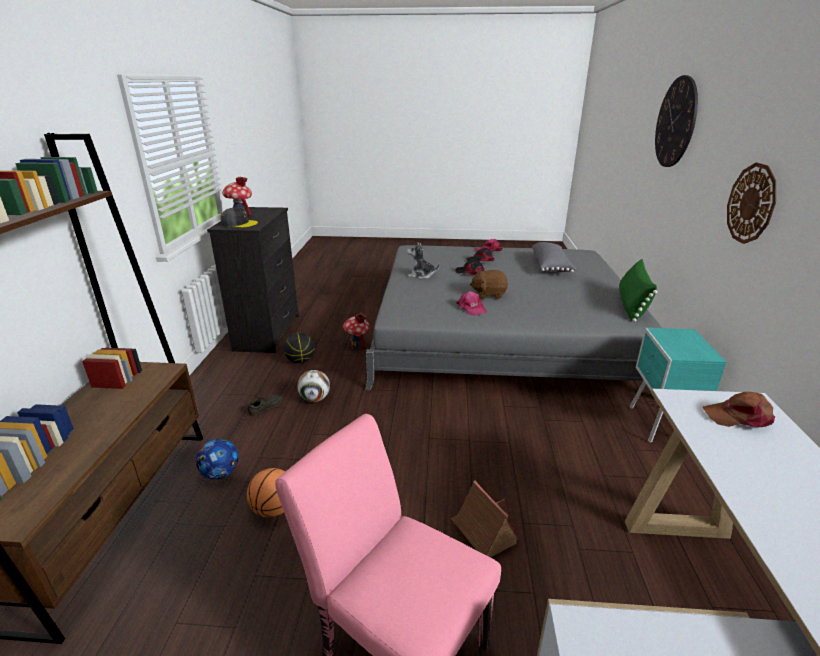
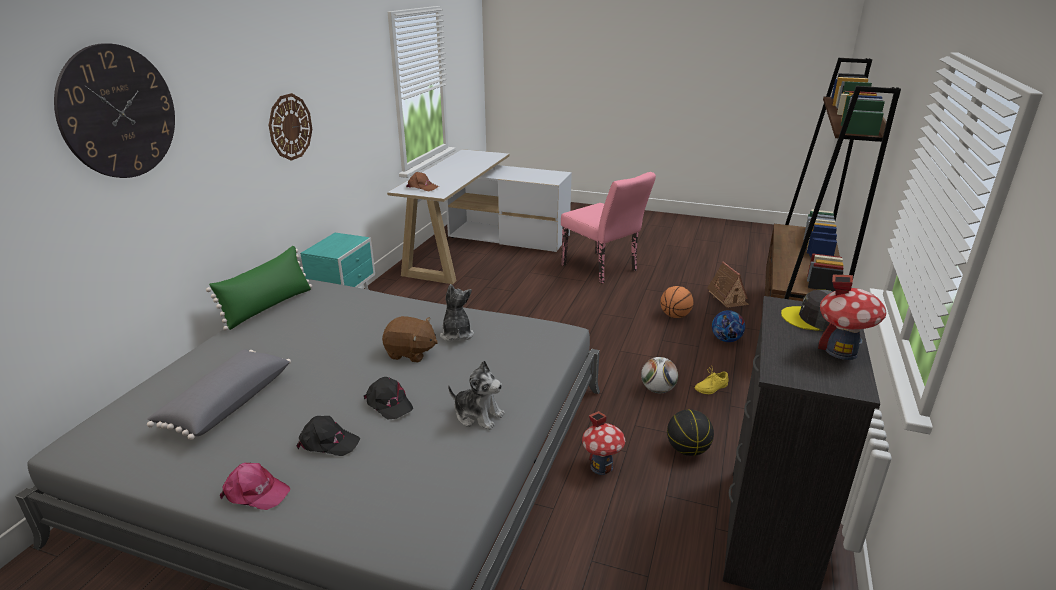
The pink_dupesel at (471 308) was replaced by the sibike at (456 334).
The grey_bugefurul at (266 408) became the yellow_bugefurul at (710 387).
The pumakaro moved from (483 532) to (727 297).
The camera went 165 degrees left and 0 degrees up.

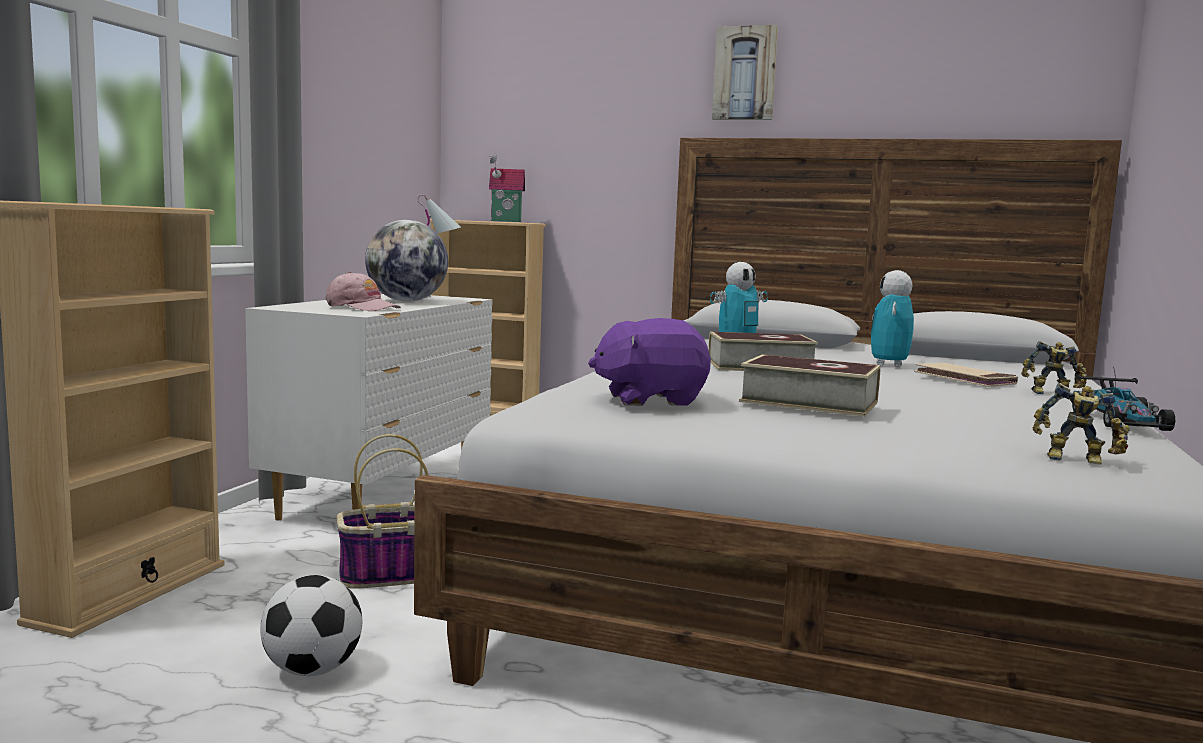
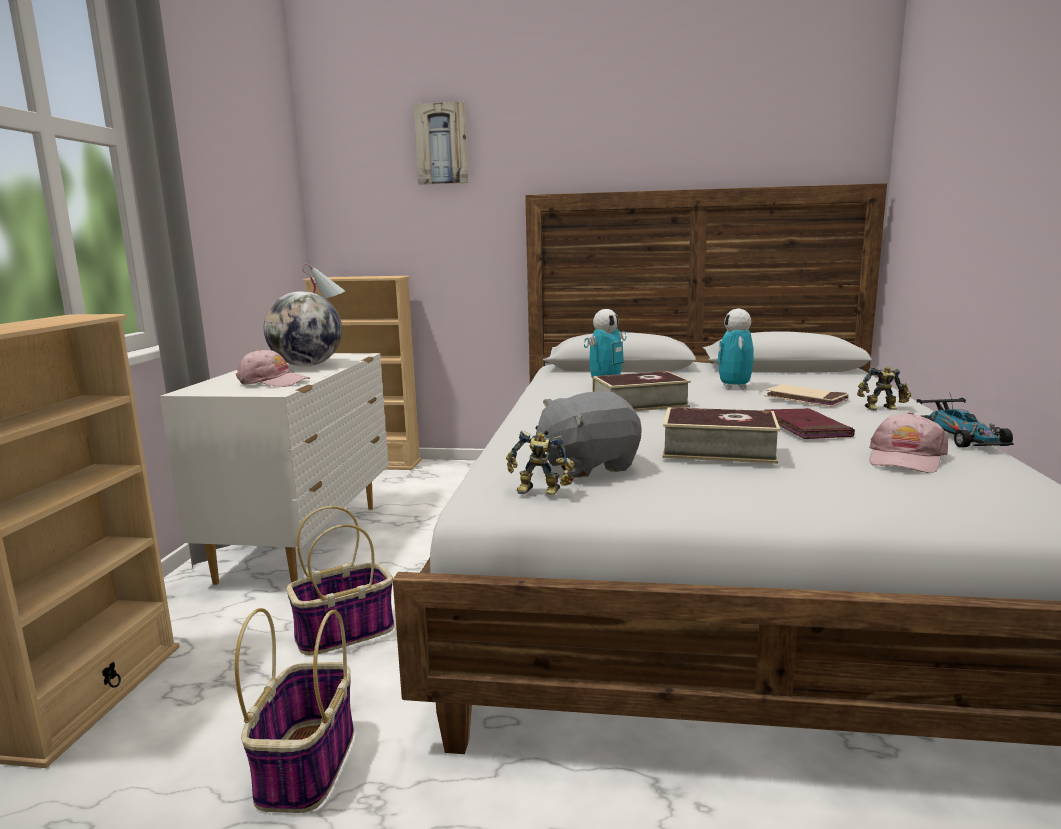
The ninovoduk moved from (745 74) to (442 144).
The pumakaro at (505 221) disappeared.
The purple_sibike at (650 400) became the grey_sibike at (587 466).
The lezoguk moved from (1076 460) to (539 492).
The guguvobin at (312 670) was replaced by the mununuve at (306 764).
The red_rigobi at (806 428) appeared.
The pink_dupesel at (905 458) appeared.
The camera went 10 degrees left and 5 degrees up.

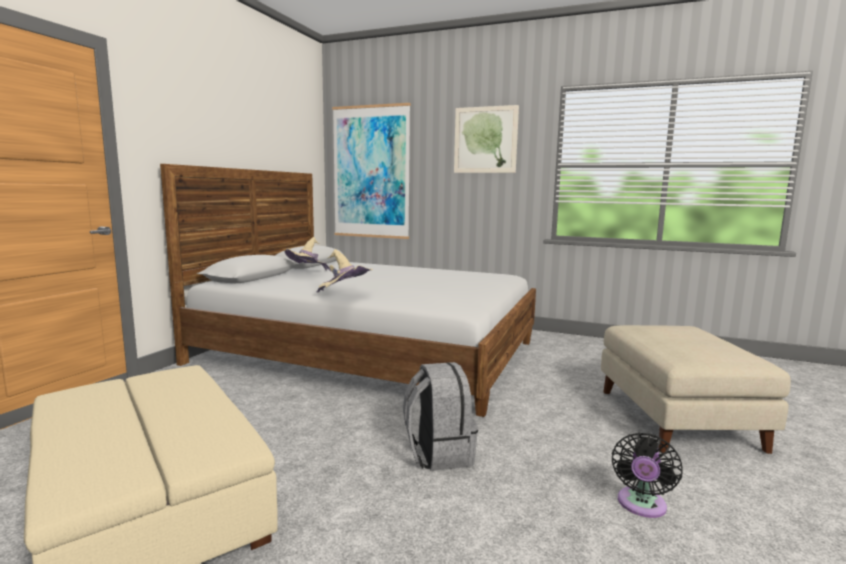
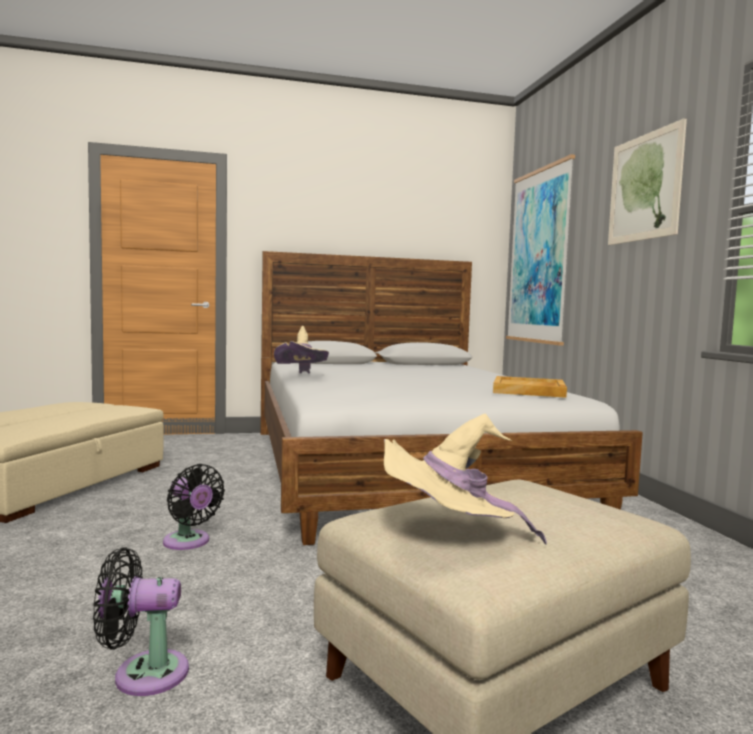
The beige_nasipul moved from (308 274) to (450 536).
The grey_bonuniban at (438 453) was replaced by the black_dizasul at (189 542).
The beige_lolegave at (529 390) appeared.
The camera went 55 degrees right and 5 degrees down.

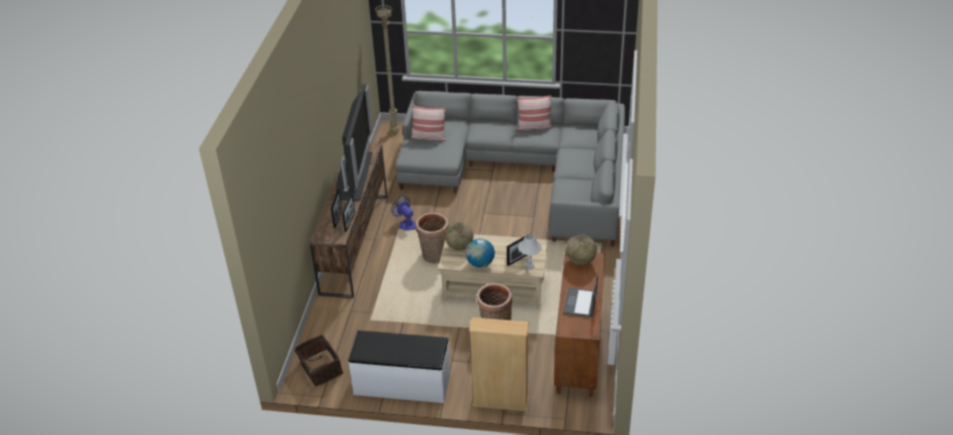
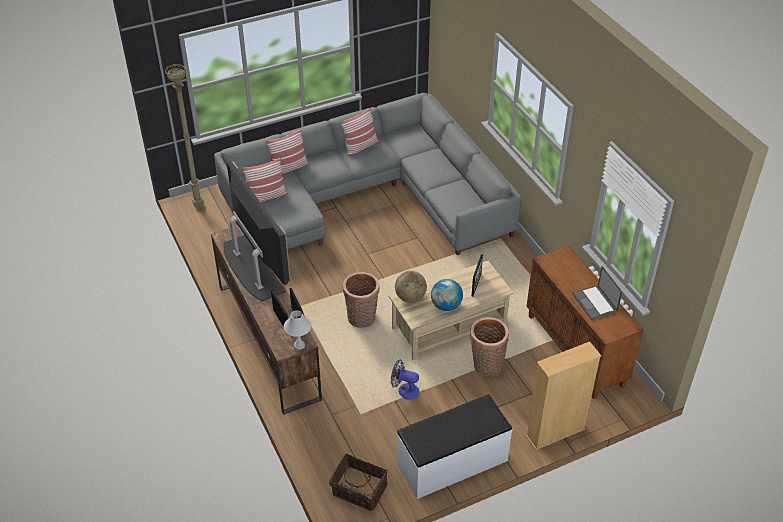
The dizasul moved from (406 224) to (404 390).
The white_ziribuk moved from (529 265) to (299 345).
The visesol at (580 261) disappeared.
The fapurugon at (289 168) appeared.
The camera went 35 degrees left and 5 degrees up.

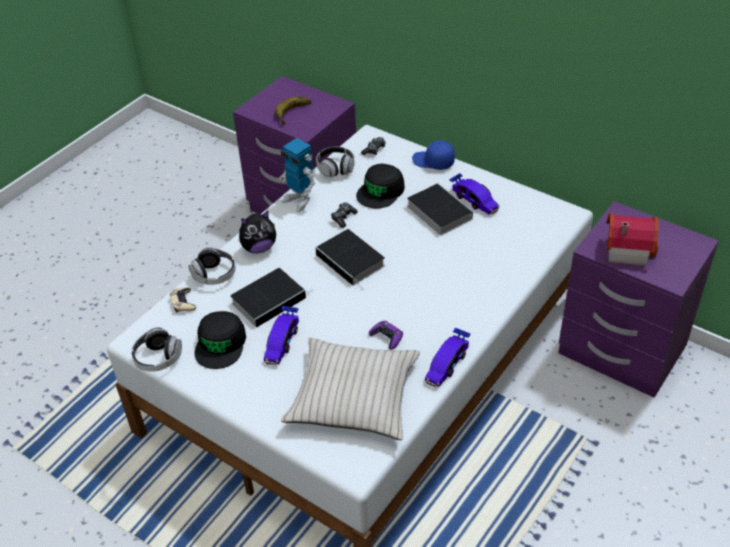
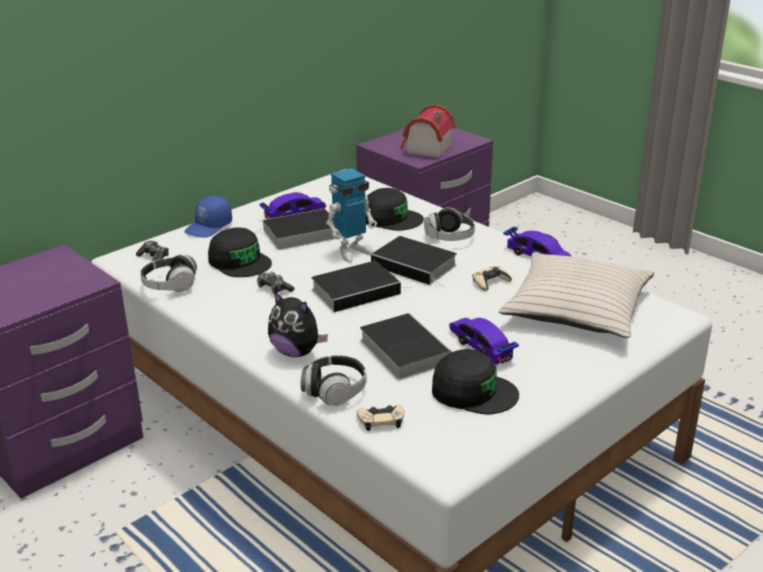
The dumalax at (295 113) disappeared.
The lezoguk moved from (299 200) to (352 252).
The sibike at (259 248) turned 135 degrees clockwise.
The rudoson at (282 341) turned 150 degrees counterclockwise.
The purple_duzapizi at (387 337) became the beige_duzapizi at (490 282).
The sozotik moved from (158 358) to (449 238).
The black_dupesel at (391 218) appeared.
The rigobi at (416 266) appeared.
The camera went 80 degrees left and 15 degrees down.

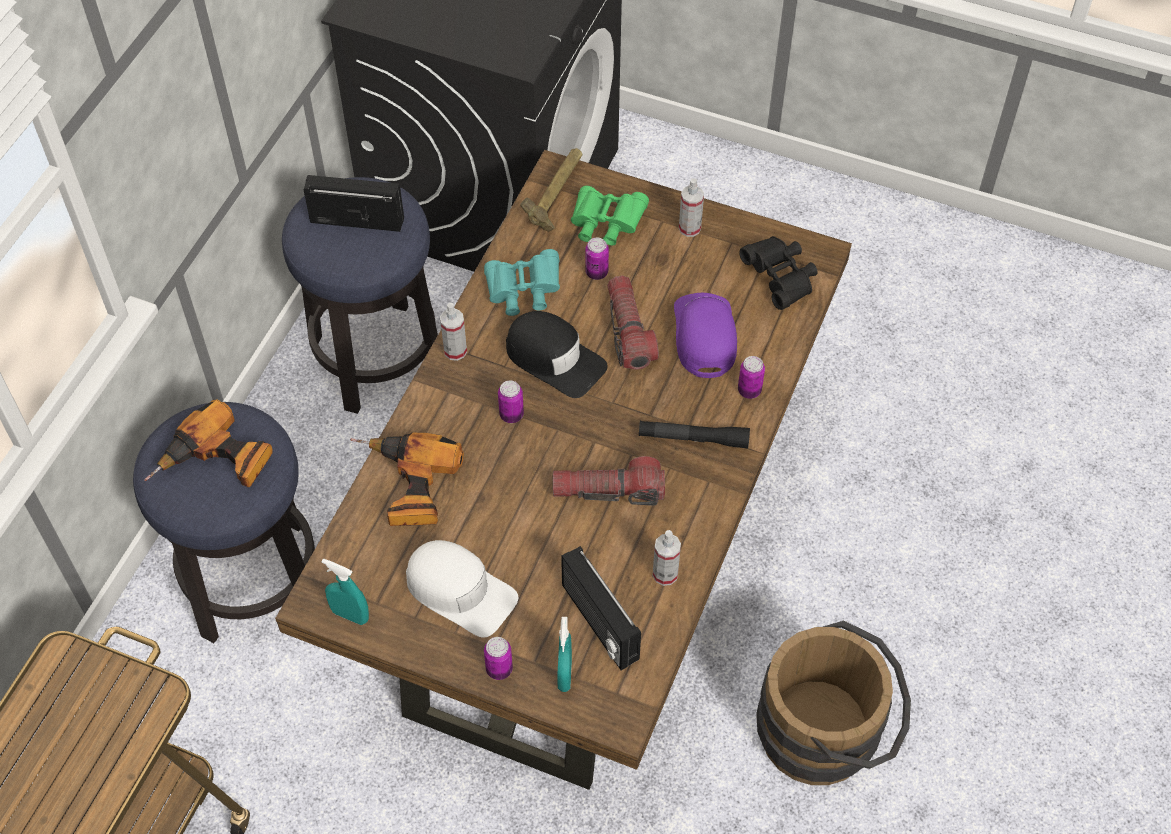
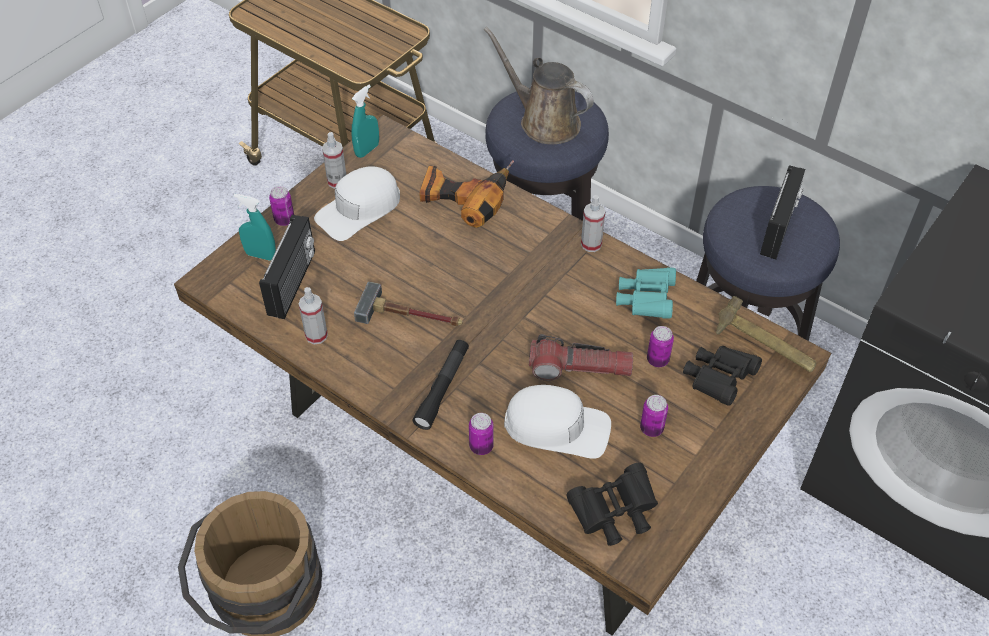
The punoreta moved from (689 228) to (337 181).
The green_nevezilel at (605 225) became the black_nevezilel at (718 380).
The purple_dupesel at (704 336) became the white_dupesel at (557 427).
The black_dupesel at (554 359) disappeared.
The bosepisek moved from (511 415) to (651 428).
The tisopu at (217 462) was replaced by the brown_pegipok at (544 121).
The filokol at (608 491) was replaced by the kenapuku at (411 316).
The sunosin at (598 623) turned 120 degrees clockwise.
The camera went 105 degrees right and 5 degrees down.

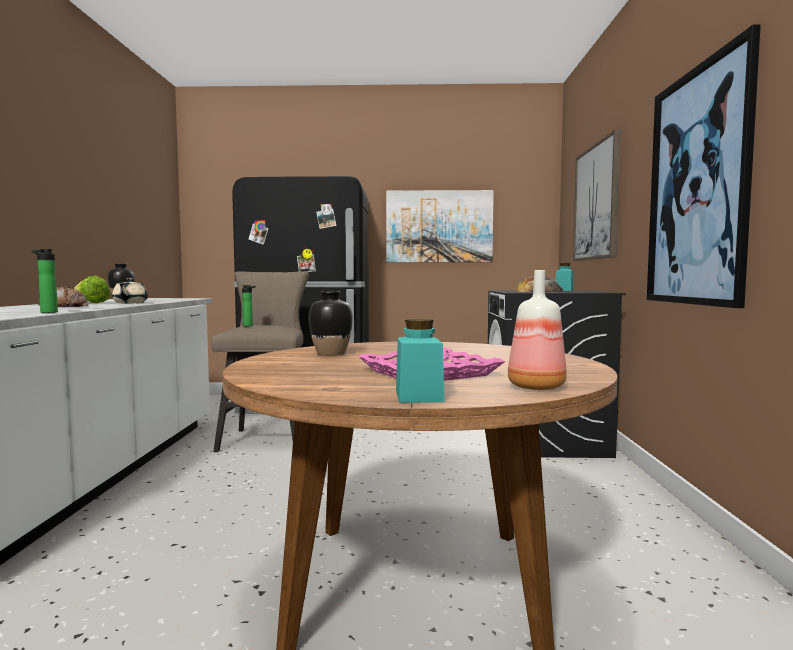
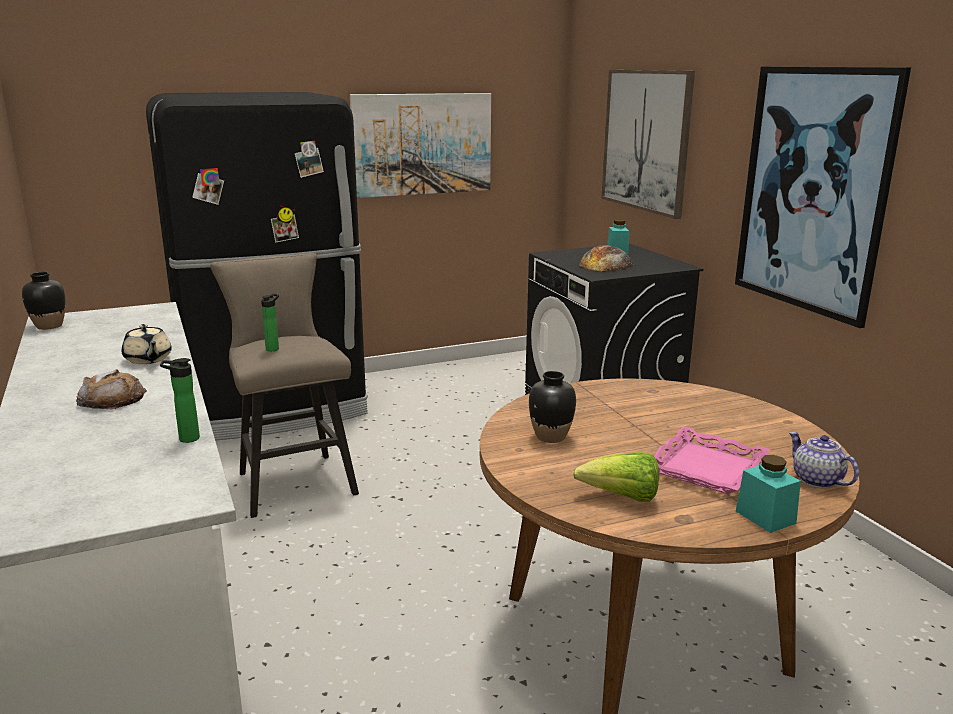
The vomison at (535 387) was replaced by the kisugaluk at (816 480).
The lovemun moved from (90 303) to (621 498).
The camera went 25 degrees left and 15 degrees up.

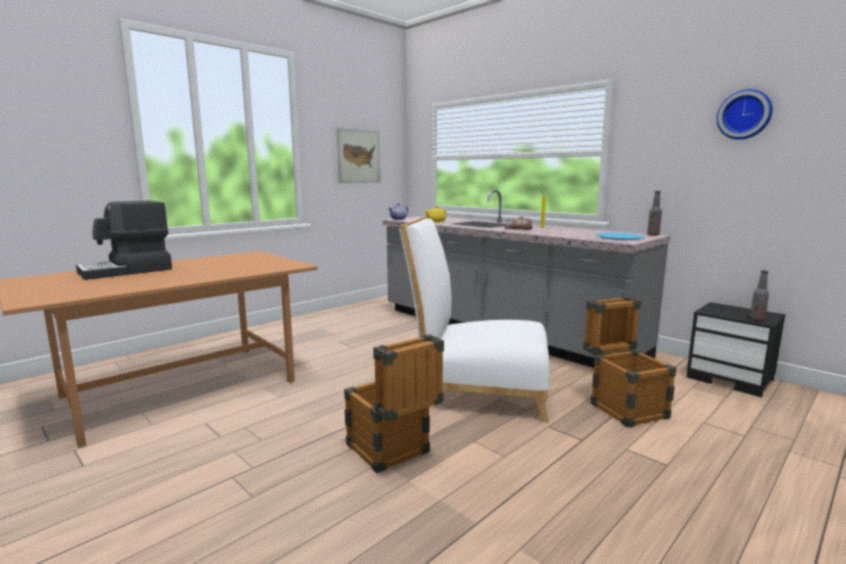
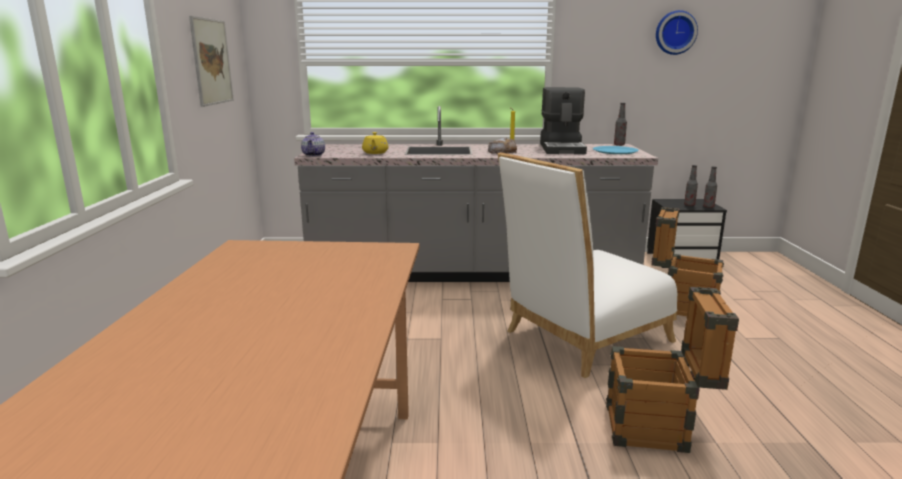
The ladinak moved from (127 271) to (562 148).
The vomison at (689 205) appeared.
The camera went 45 degrees left and 5 degrees up.

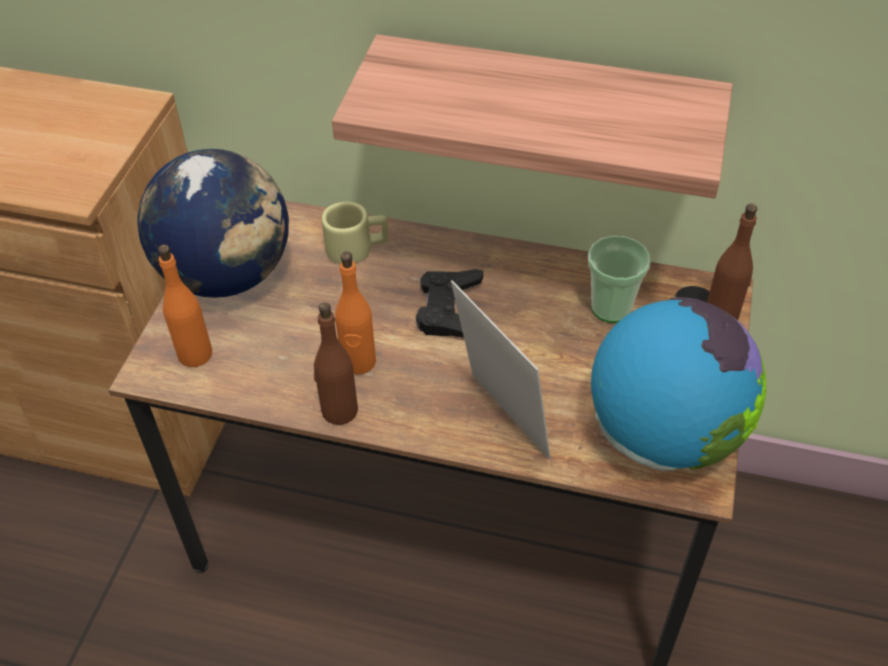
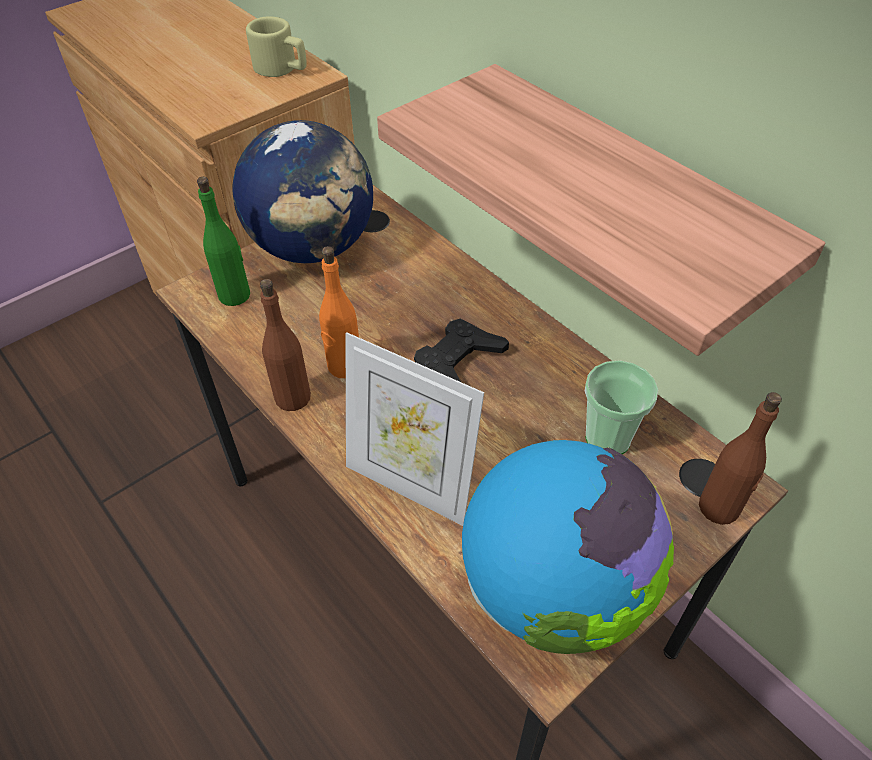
The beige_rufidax moved from (357 248) to (282 69).
The orange_vomison at (195 353) became the green_vomison at (235 295).
The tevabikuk at (499 422) turned 120 degrees clockwise.
The camera went 35 degrees right and 0 degrees up.

